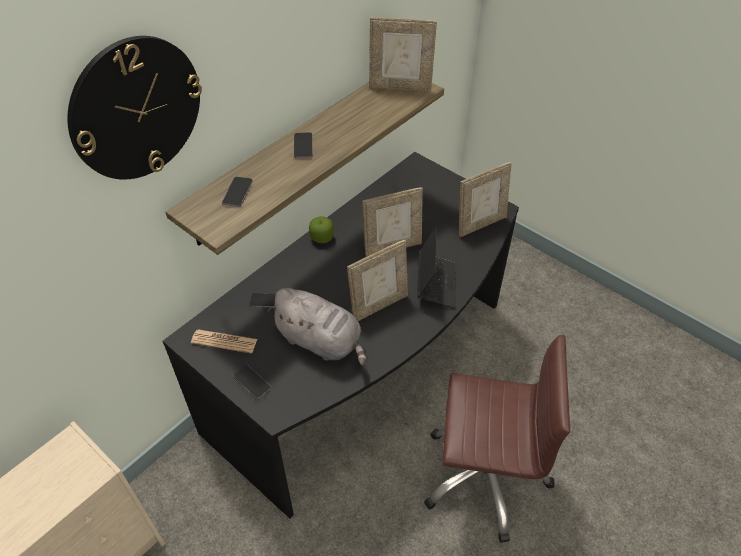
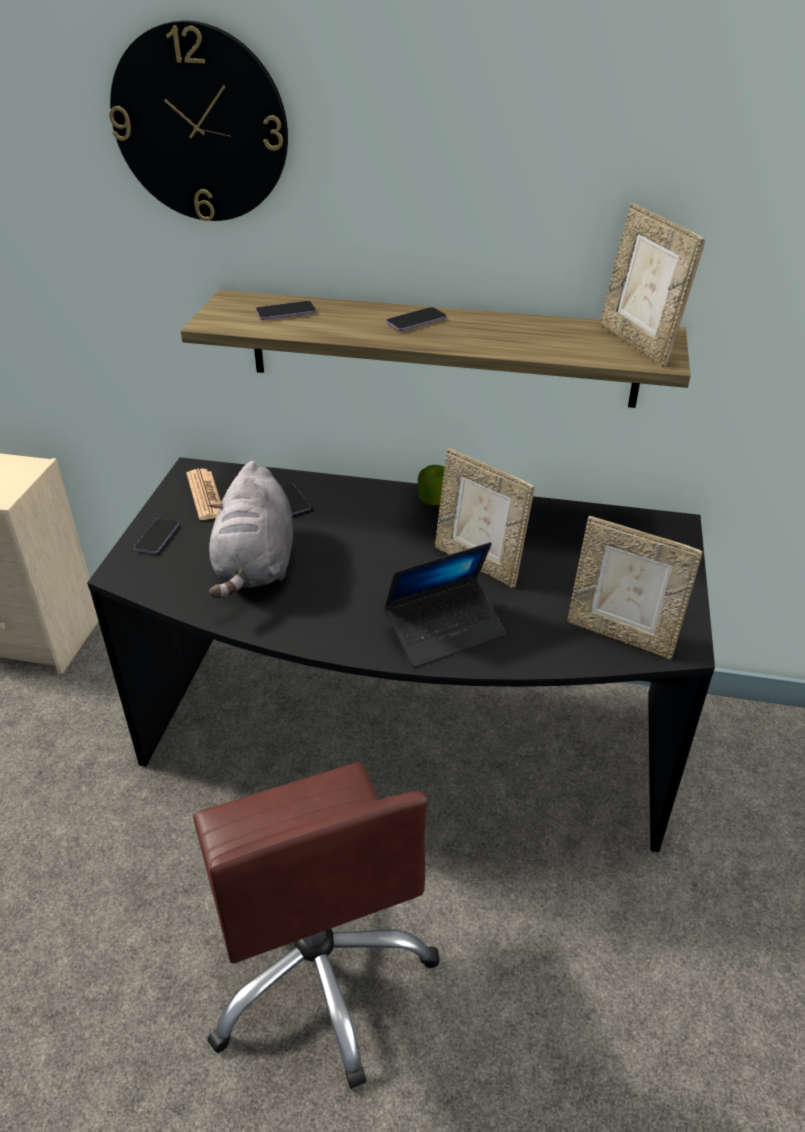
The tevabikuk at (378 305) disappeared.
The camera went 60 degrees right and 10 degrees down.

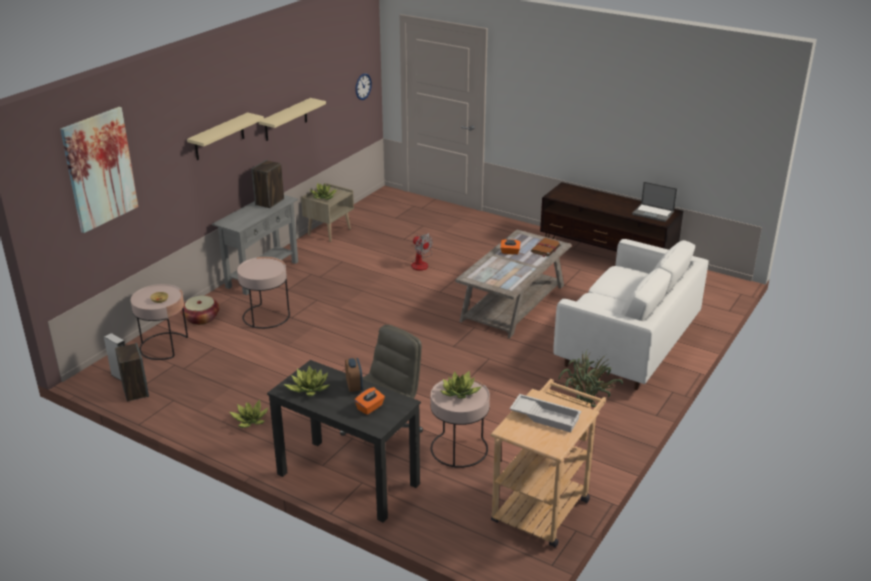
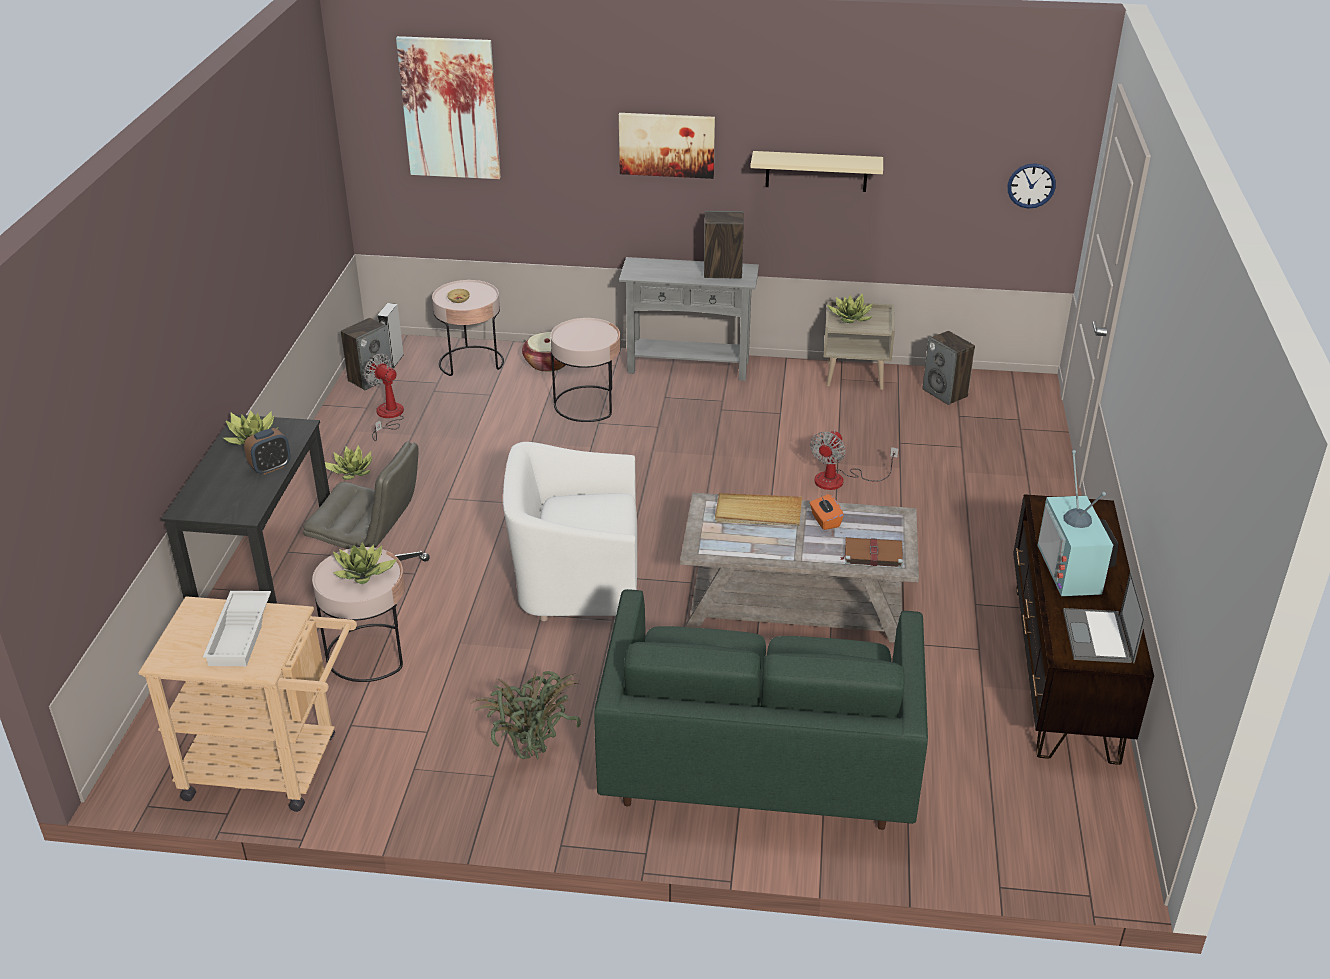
The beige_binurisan at (219 137) was replaced by the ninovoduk at (667 144).
The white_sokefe at (626 345) became the green_sokefe at (758 763).
The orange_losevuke at (370 408) disappeared.
The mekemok at (945 393) appeared.
The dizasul at (388 416) appeared.
The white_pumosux at (576 579) appeared.
The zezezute at (1074 570) appeared.
The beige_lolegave at (758 513) appeared.
The camera went 65 degrees right and 5 degrees up.

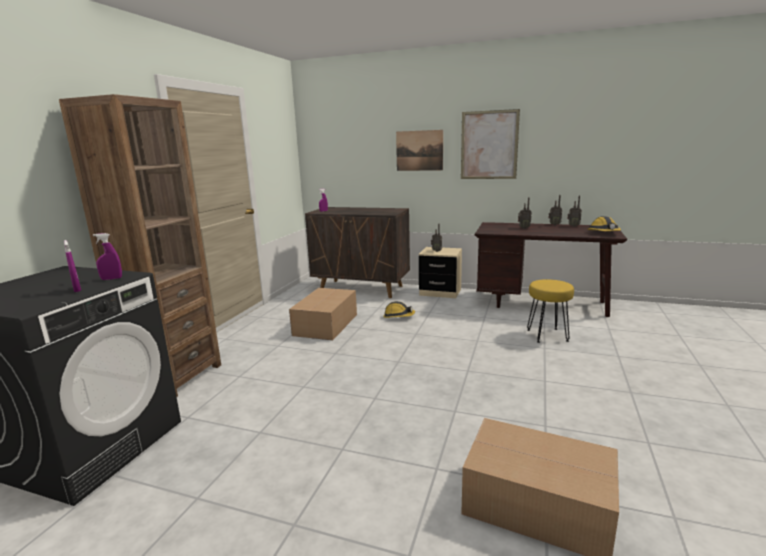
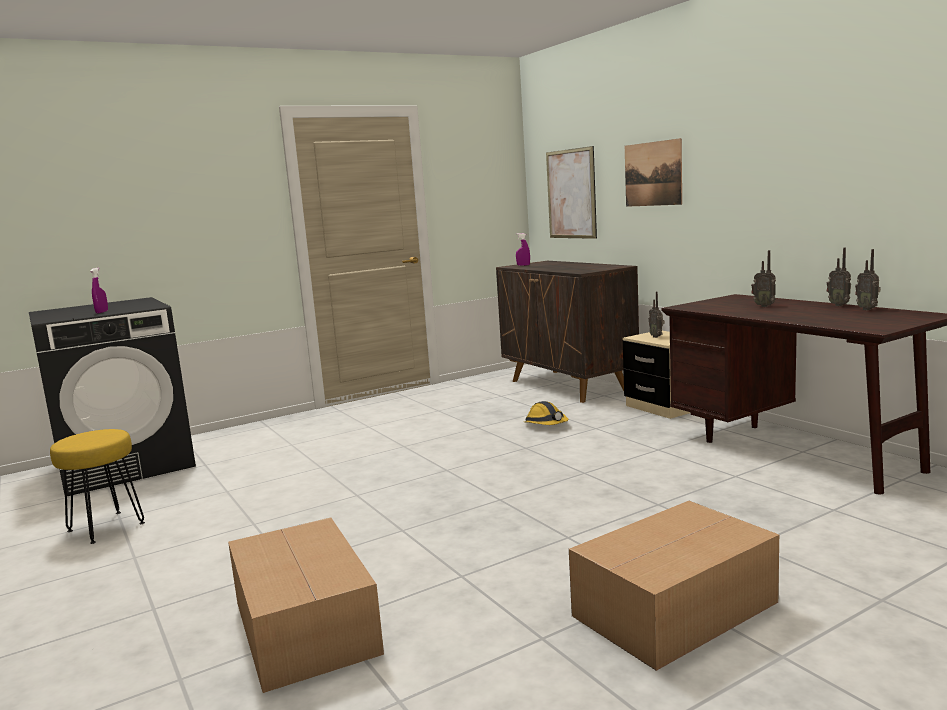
The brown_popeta at (175 377) disappeared.
The ninovoduk moved from (489 145) to (571 194).
The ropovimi at (603 233) disappeared.
The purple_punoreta at (111 279) disappeared.
The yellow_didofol moved from (547 335) to (105 527).
The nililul moved from (327 324) to (677 608).
The camera went 40 degrees right and 5 degrees down.

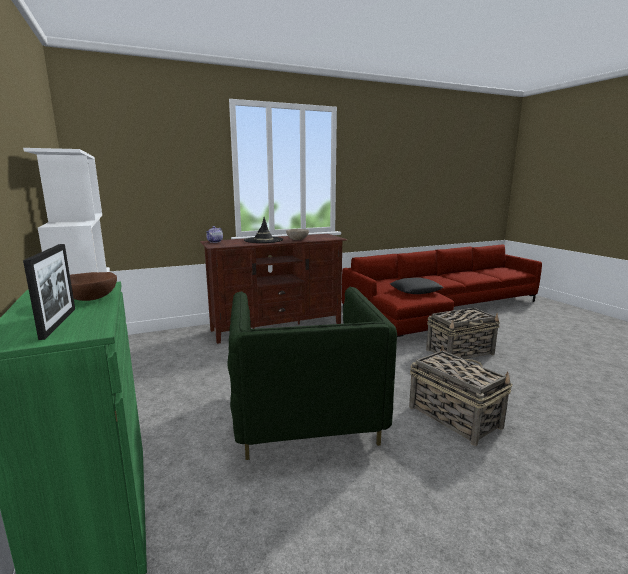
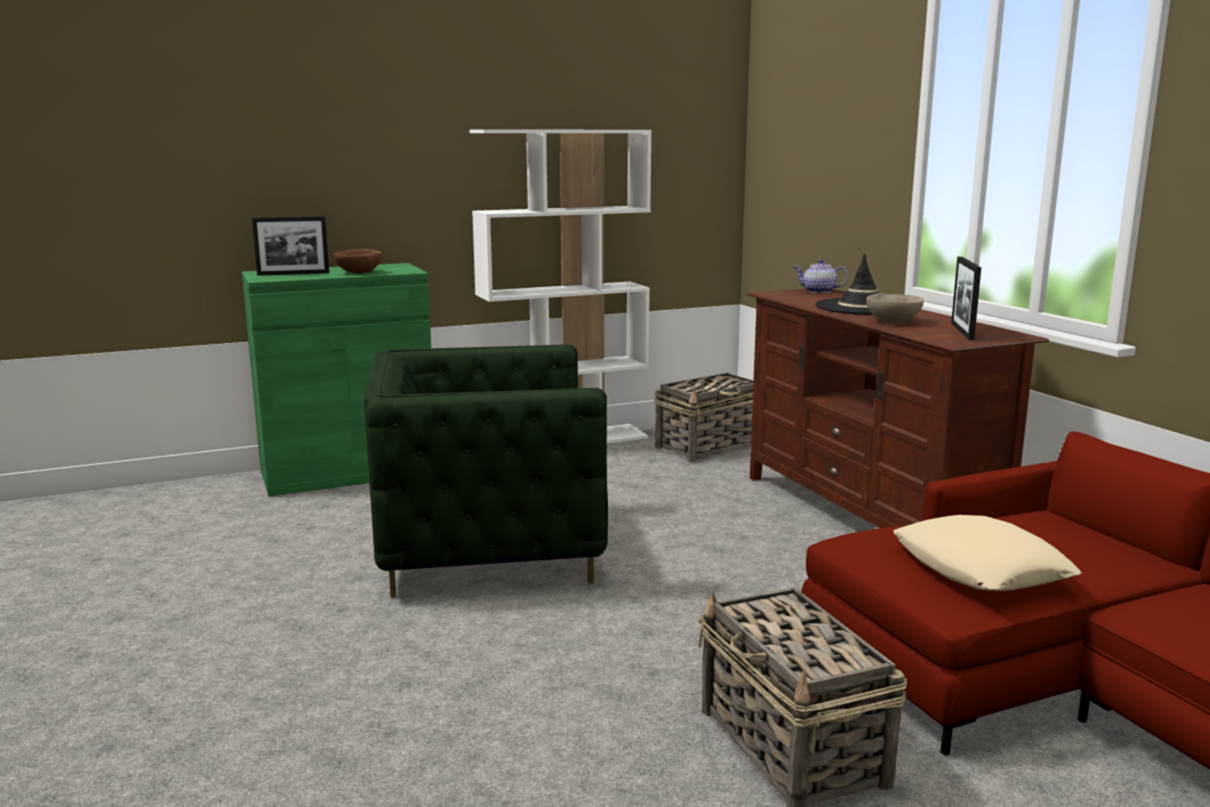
The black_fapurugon at (416 290) became the beige_fapurugon at (981 568).
The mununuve moved from (453 416) to (710 446).
The tevabikuk at (962 331) appeared.
The camera went 90 degrees right and 0 degrees up.

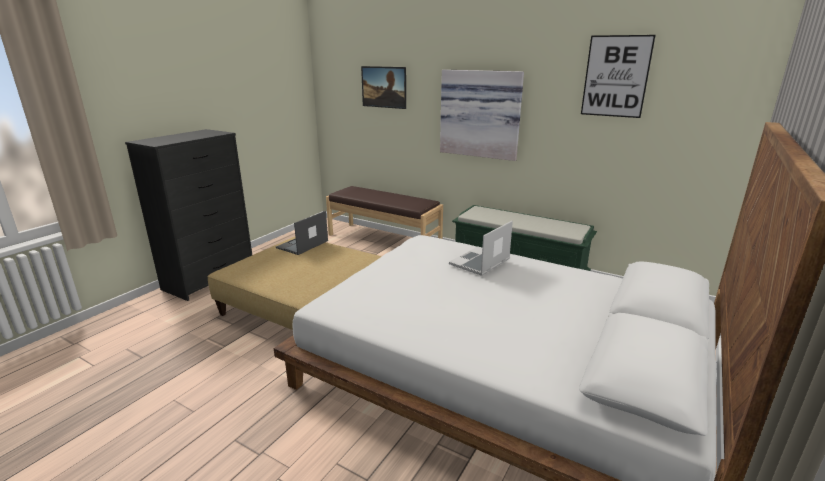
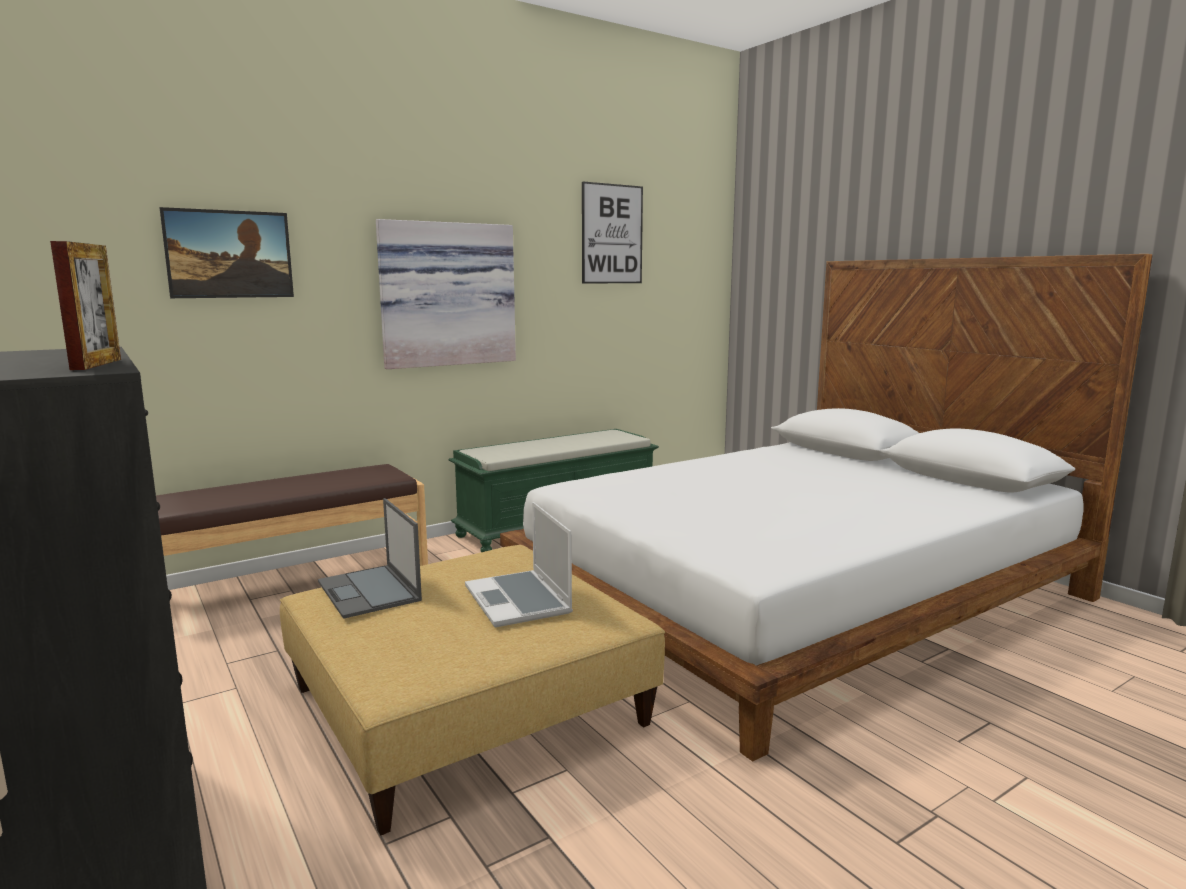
The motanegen moved from (480 263) to (519 601).
The tevabikuk at (96 364) appeared.
The camera went 65 degrees left and 10 degrees down.

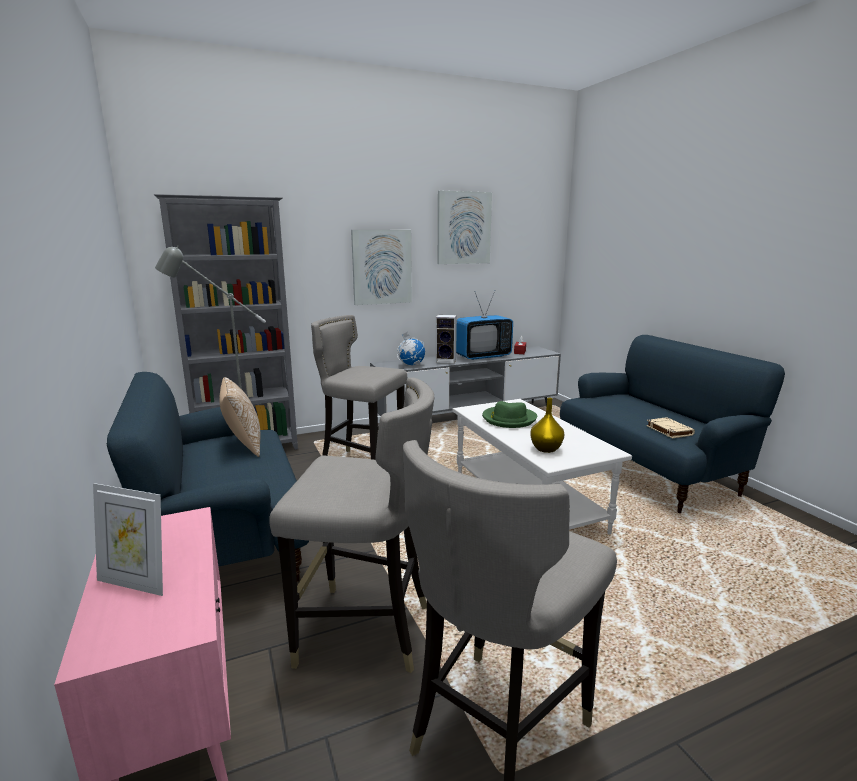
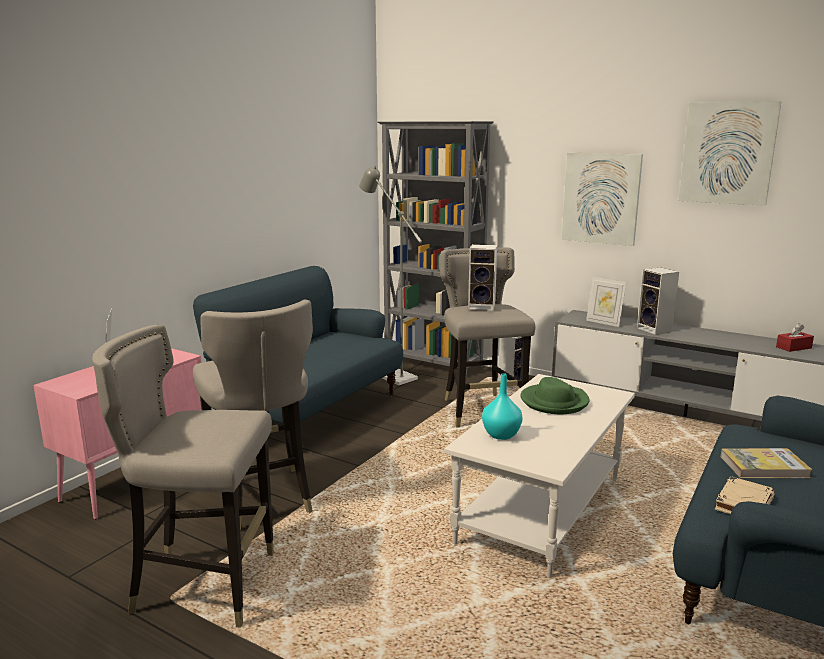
The zezezute at (483 356) disappeared.
The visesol at (411 365) was replaced by the tevabikuk at (604 322).
The fapurugon at (243 446) disappeared.
The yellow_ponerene at (546 449) became the turquoise_ponerene at (501 435).
The mekemok at (483 307) appeared.
The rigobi at (764 467) appeared.
The camera went 55 degrees right and 0 degrees up.

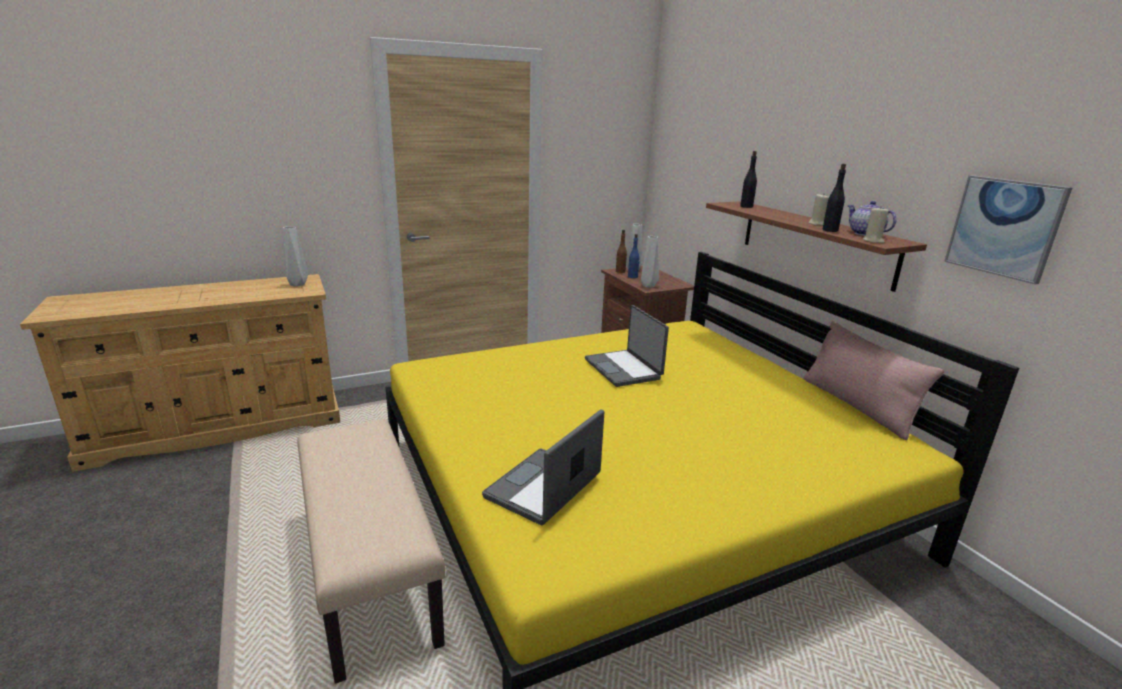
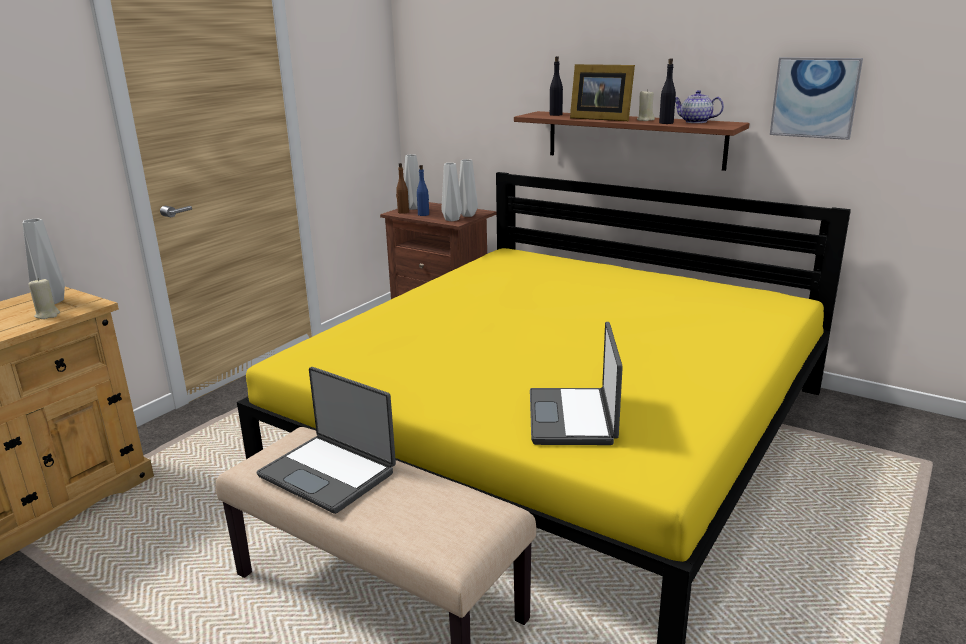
The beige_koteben moved from (873 241) to (47 315).
The motanegen moved from (624 369) to (329 473).
The pink_fapurugon at (856 406) disappeared.
The tevabikuk at (599 118) appeared.
The grey_ponerene at (467 215) appeared.
The camera went 30 degrees left and 0 degrees up.

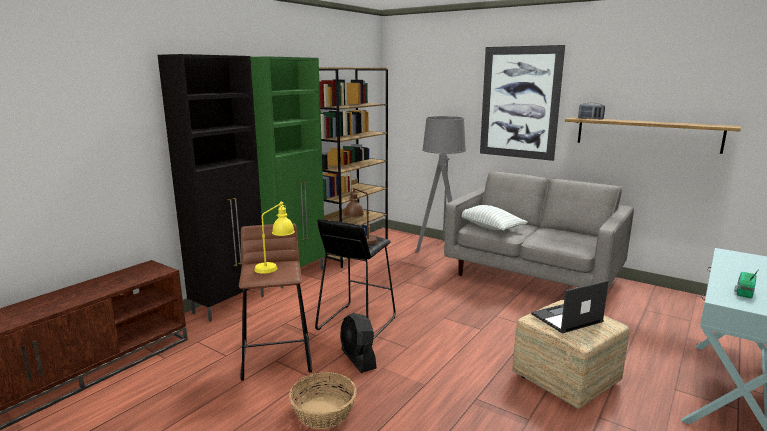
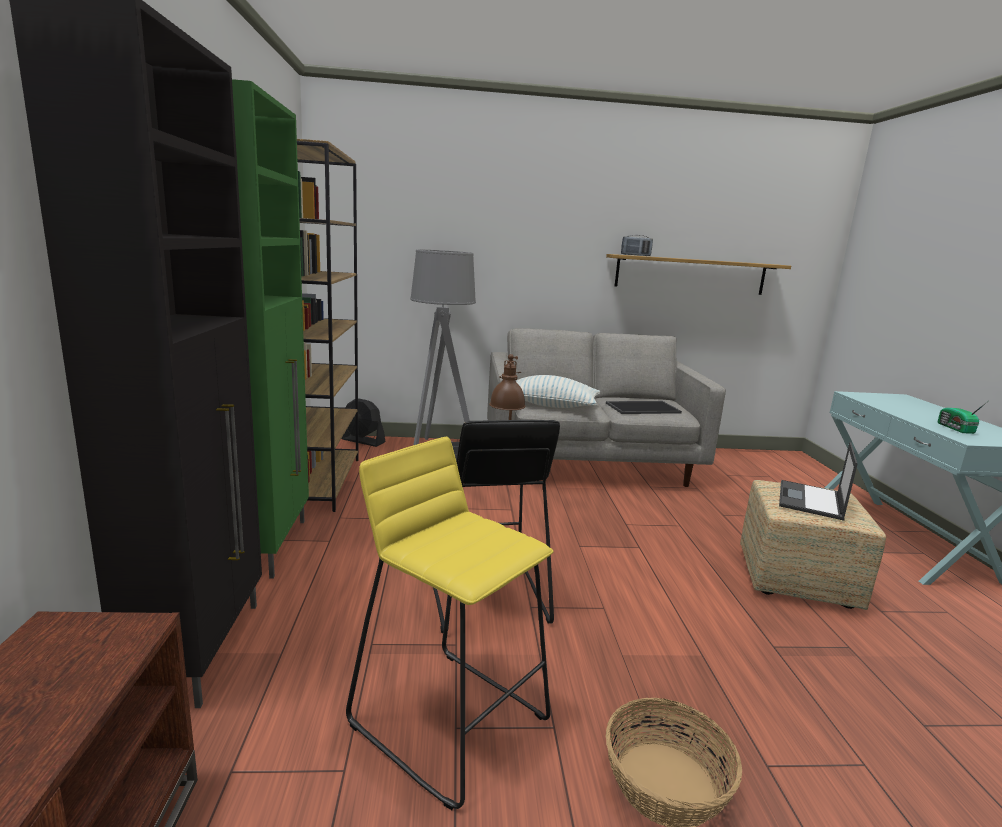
The ninovoduk at (519 103) disappeared.
The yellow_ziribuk at (275 267) disappeared.
The brown_didofol at (277 357) became the yellow_didofol at (449 719).
The black_dizasul moved from (358 359) to (362 441).
The lolegave at (643 408) appeared.
The camera went 40 degrees left and 0 degrees up.

